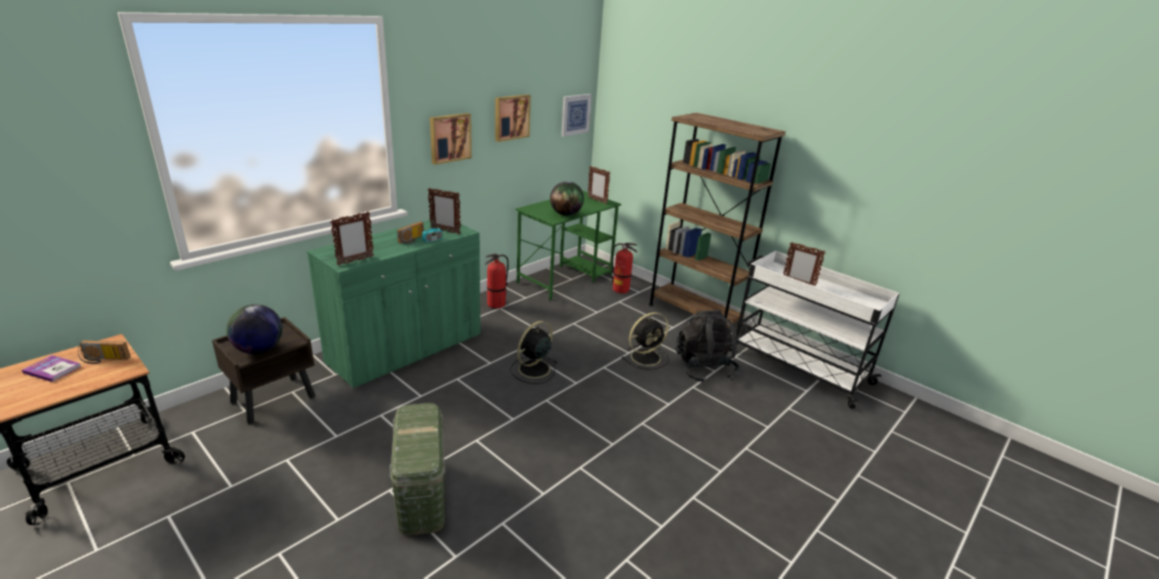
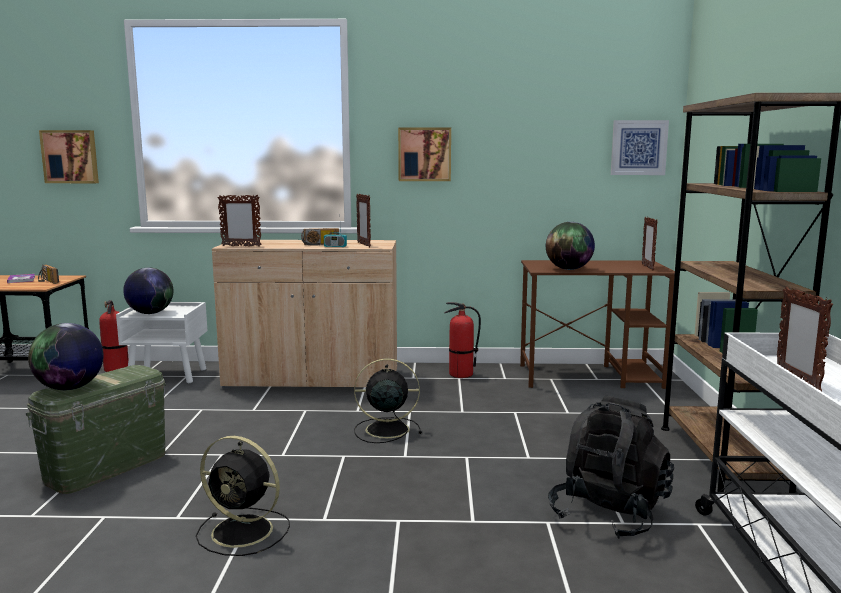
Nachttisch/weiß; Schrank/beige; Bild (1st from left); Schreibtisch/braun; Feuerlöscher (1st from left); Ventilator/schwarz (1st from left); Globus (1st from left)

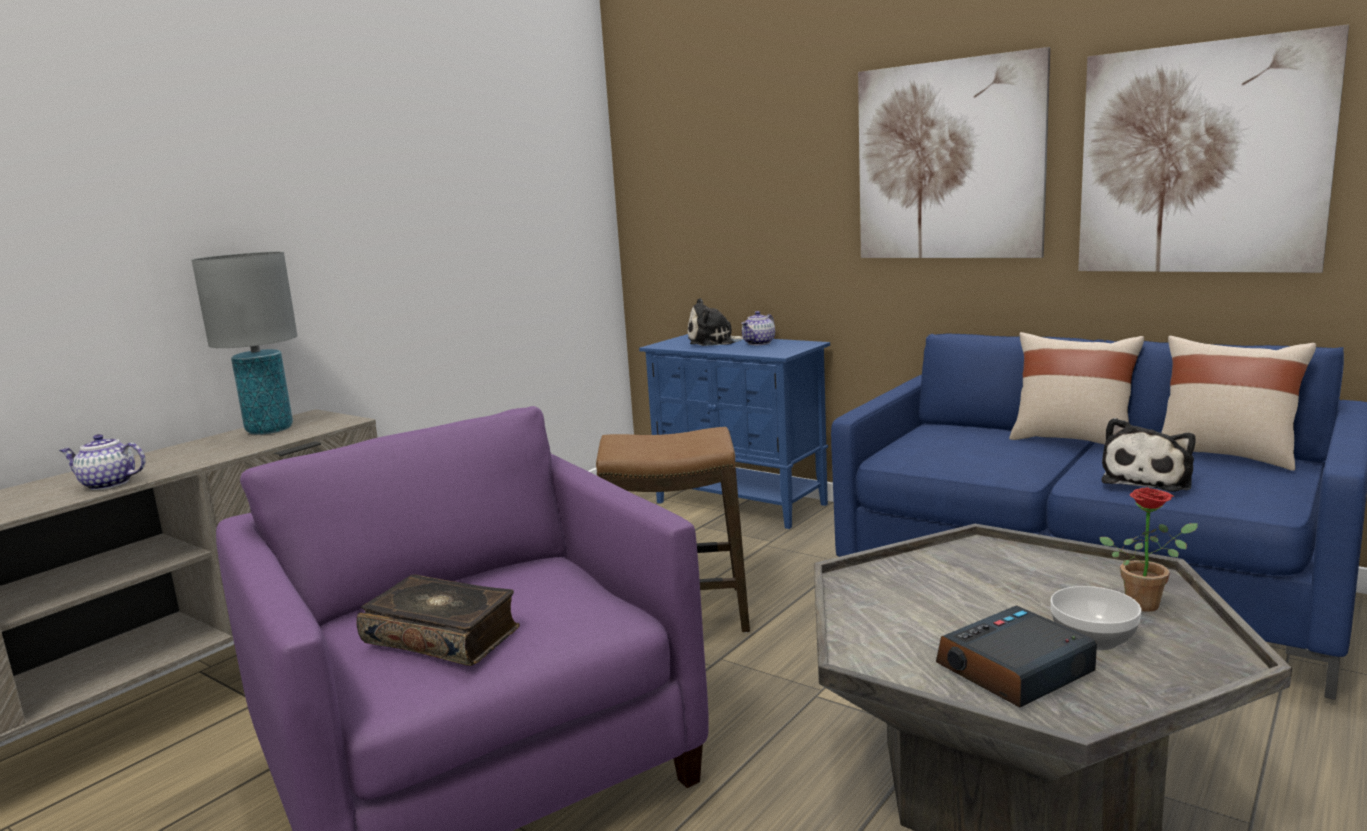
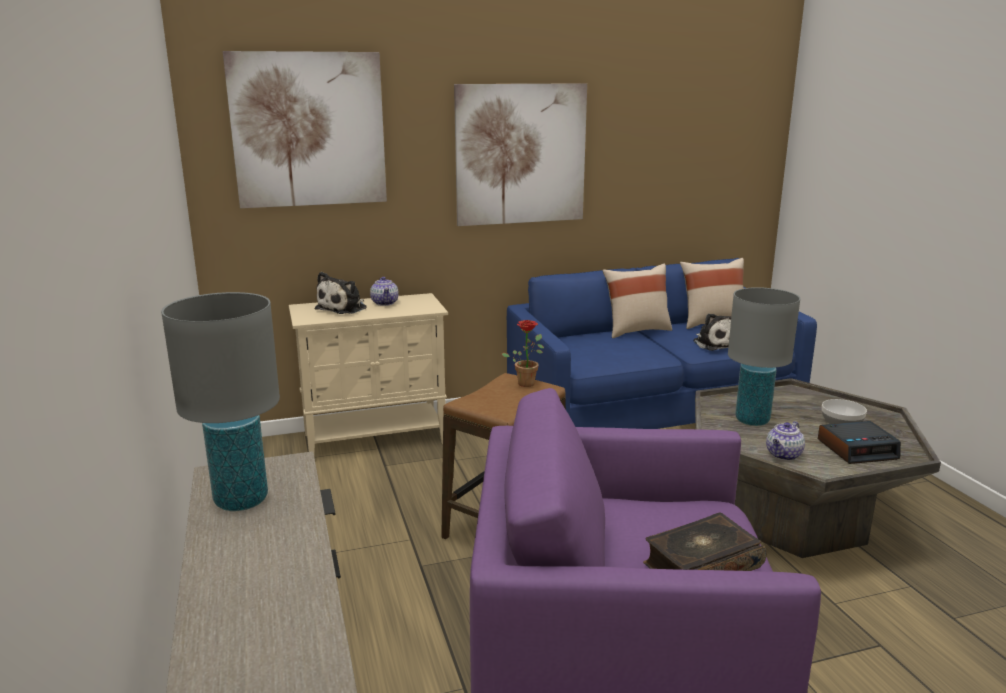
Teekanne (2nd from left); Schrank/beige; Wecker; Bild (1st from left); Topfpflanze; Tischlampe/grau (2nd from left)

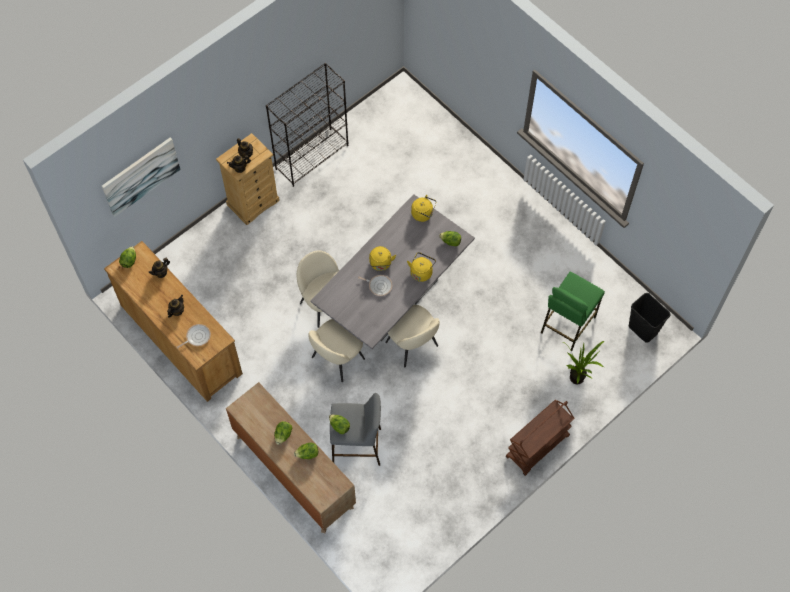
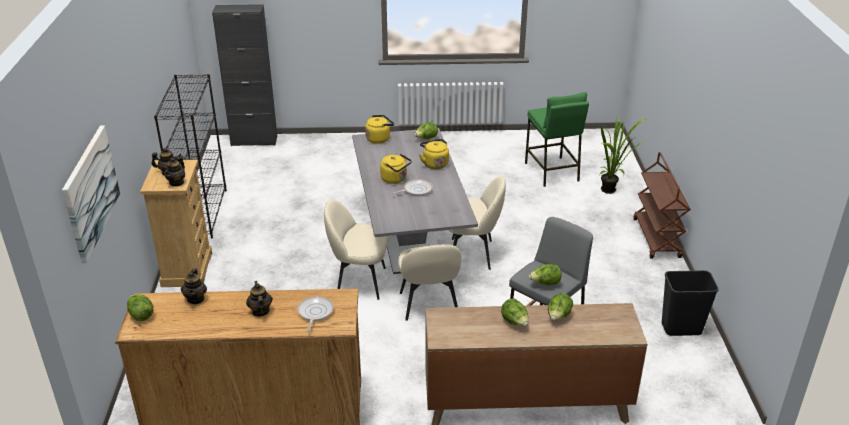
Mülleimer/schwarz; Schrank/schwarz

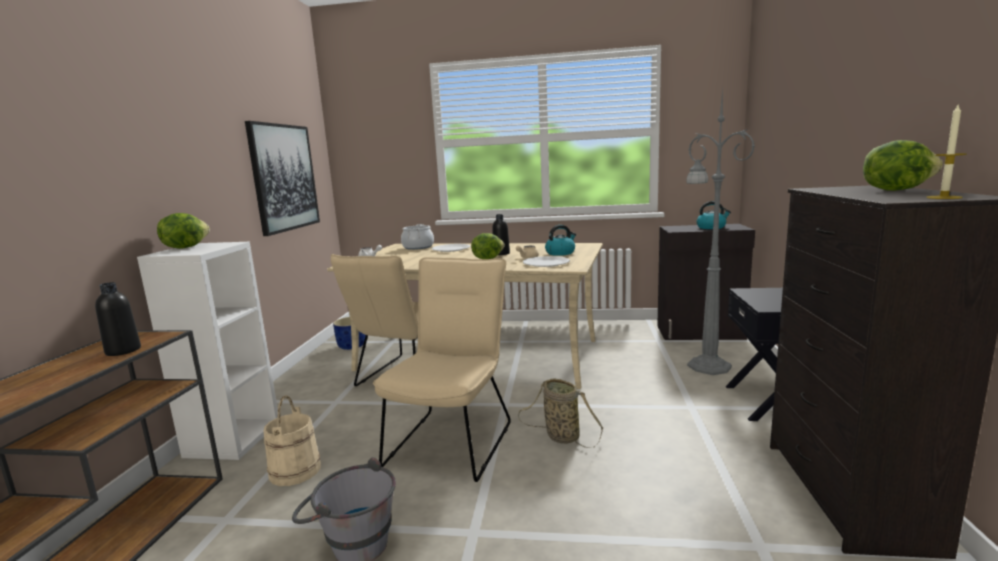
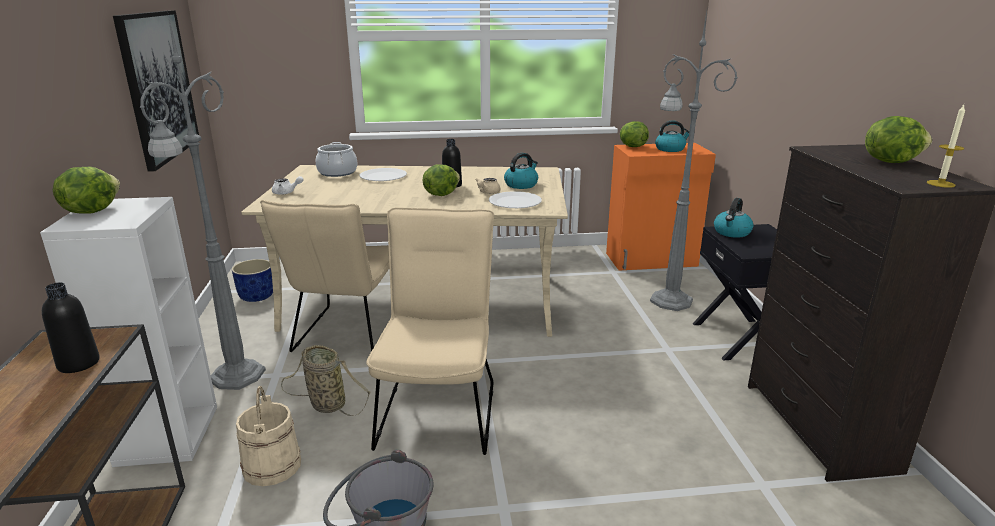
Korb; Schrank/orange; Stehlampe/grau (1st from left); Salatkopf (3rd from left); Wasserkessel (3rd from left)

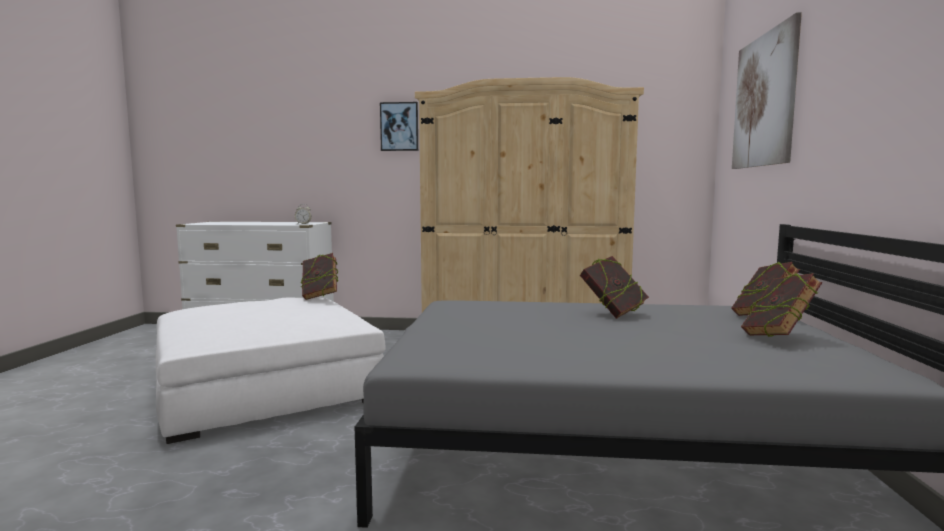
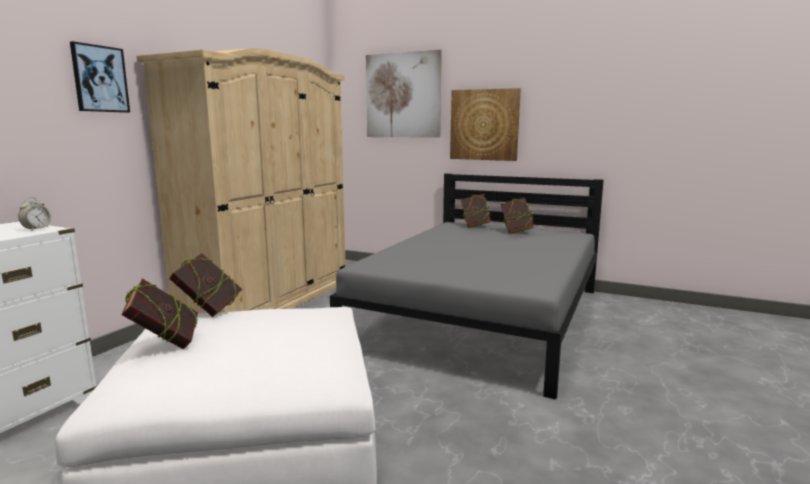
Buch (1st from left); Bild (3rd from left)

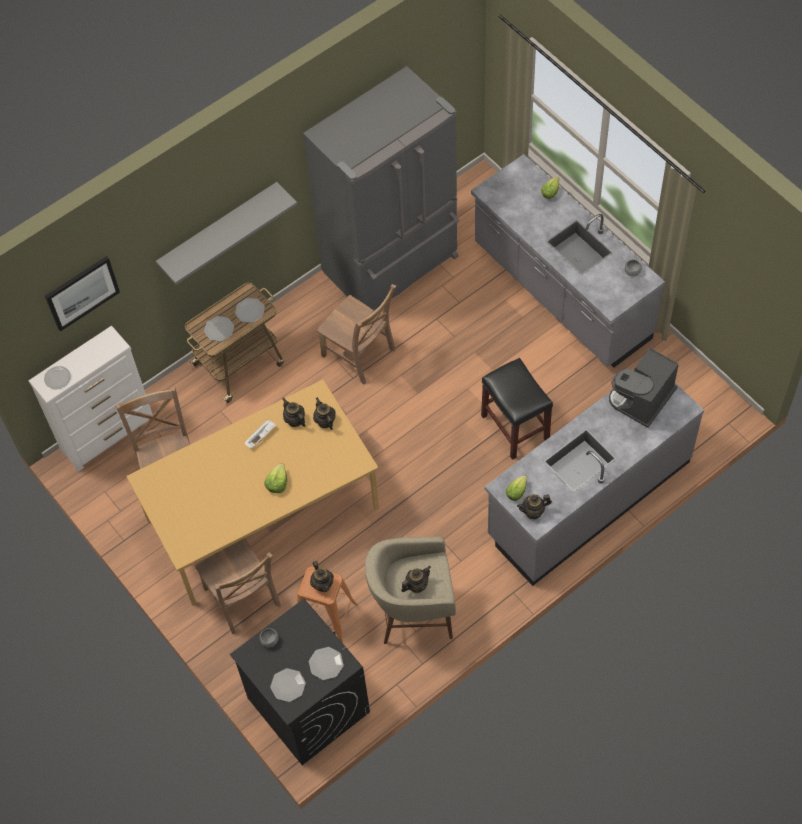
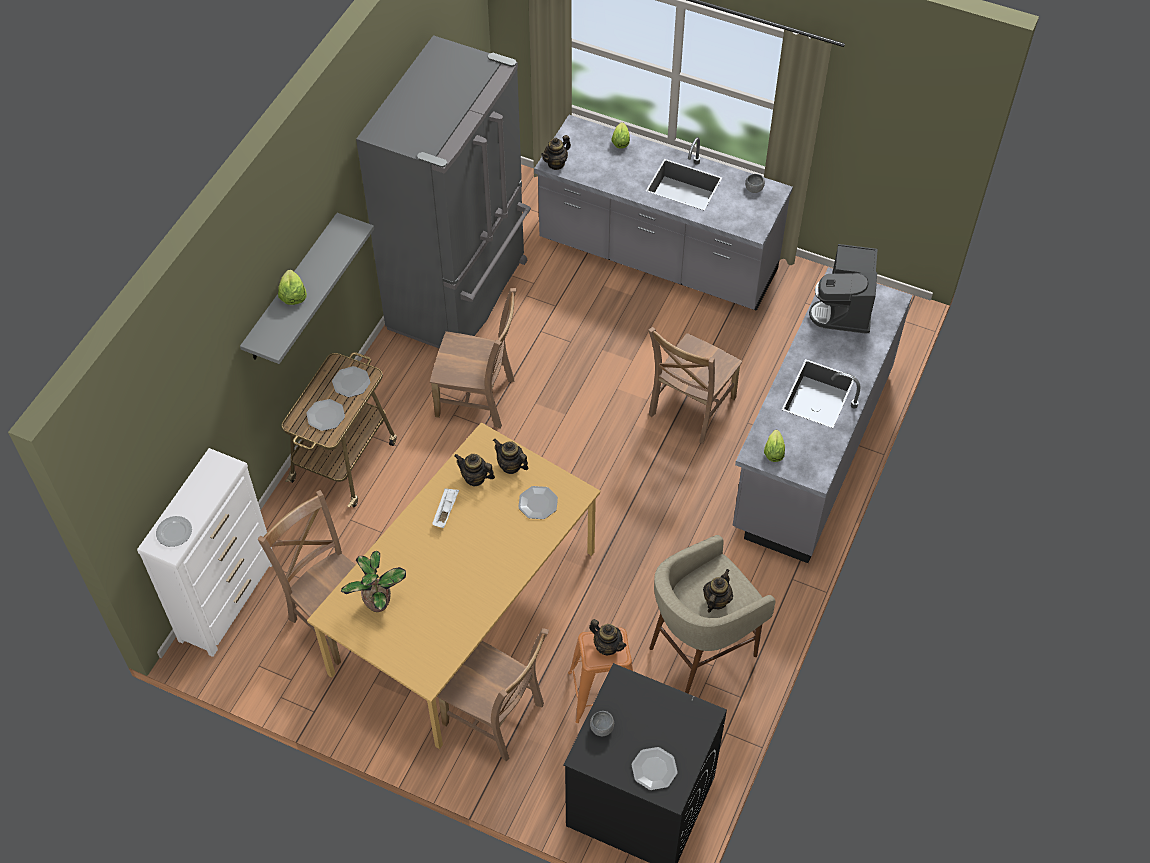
Bild; Salatkopf (1st from left); Teller (4th from left); Stuhl/braun (4th from left); Teekanne (3rd from left); Topfpflanze

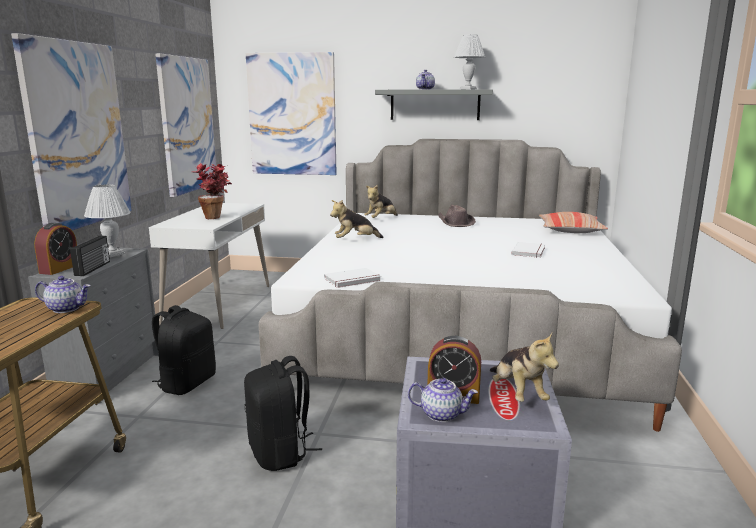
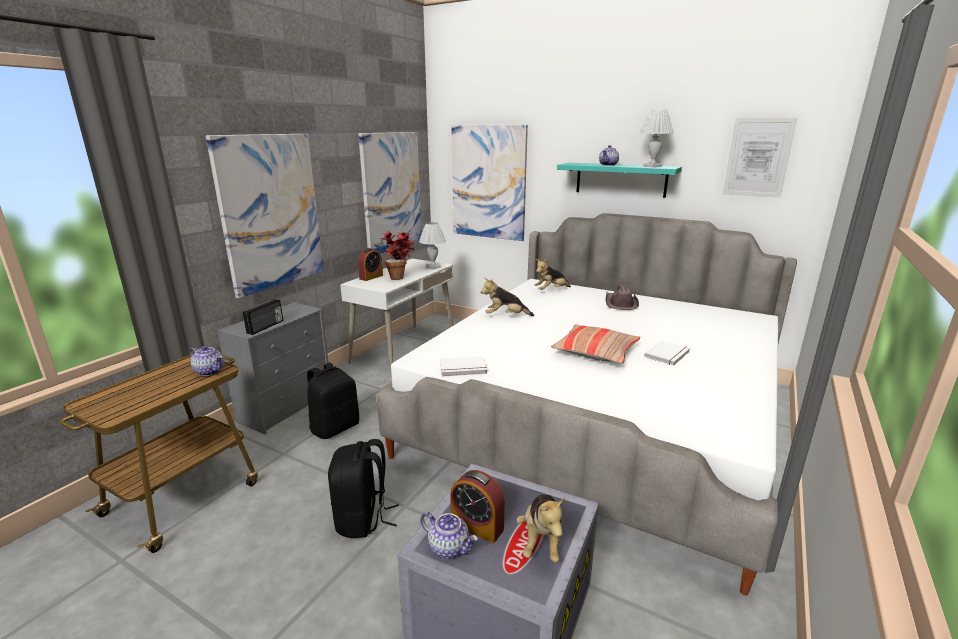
Wecker (1st from left); Tischlampe/weiß (1st from left); Wandregal/türkis; Kissen; Bild (4th from left)

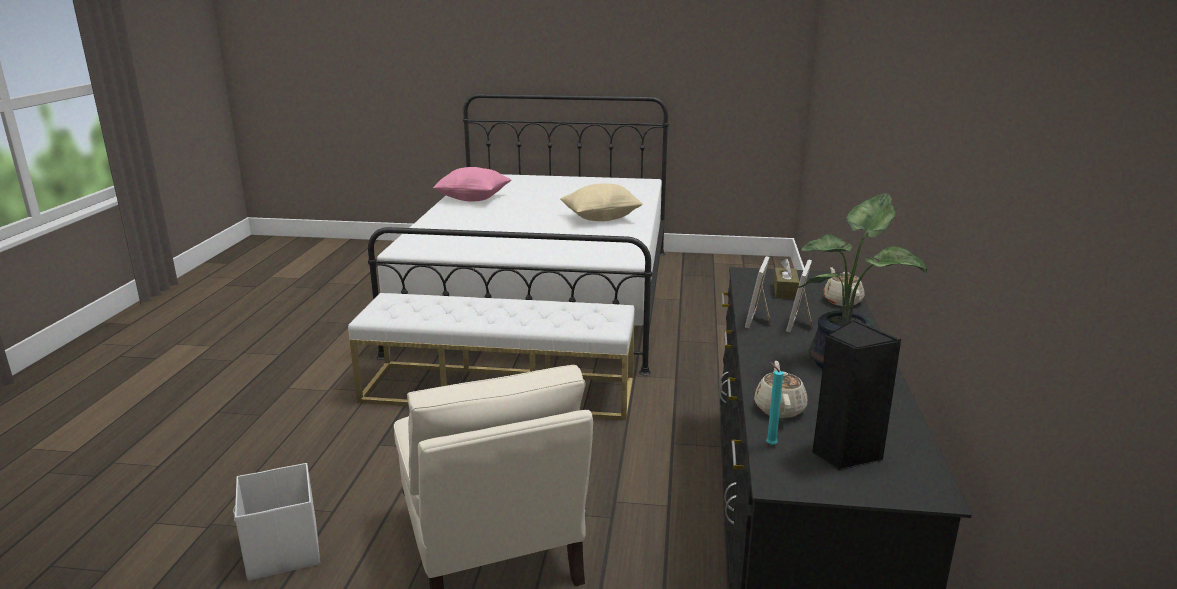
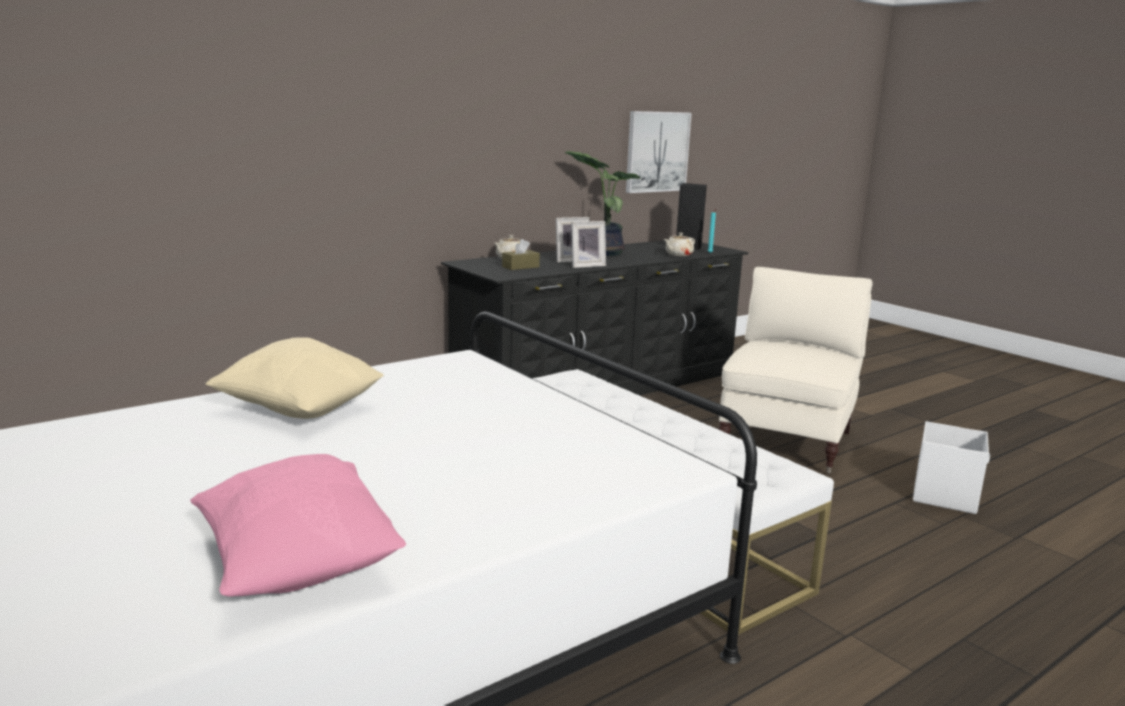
Bild

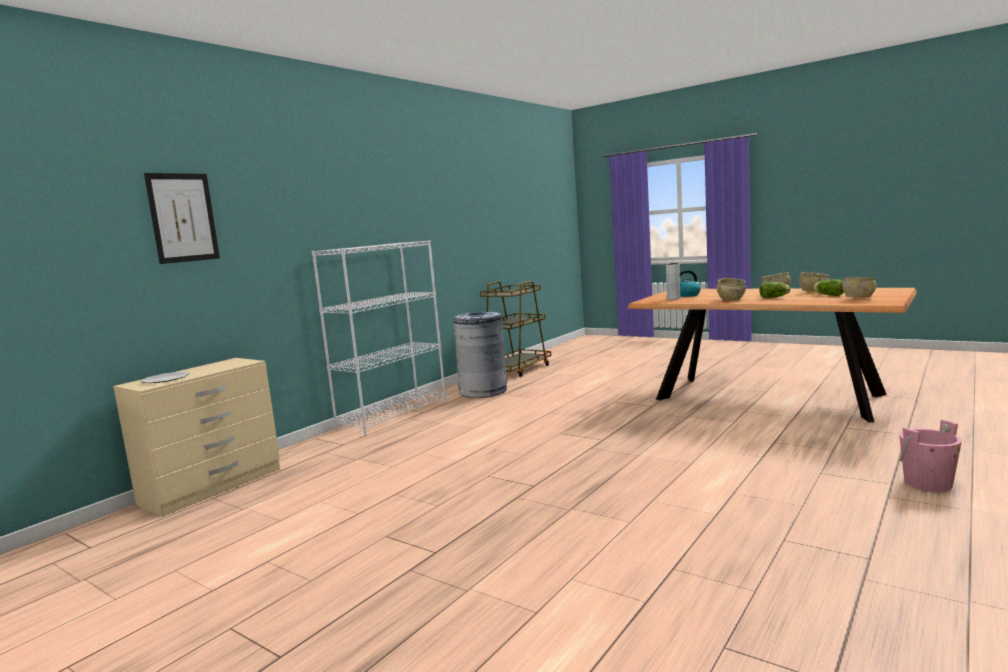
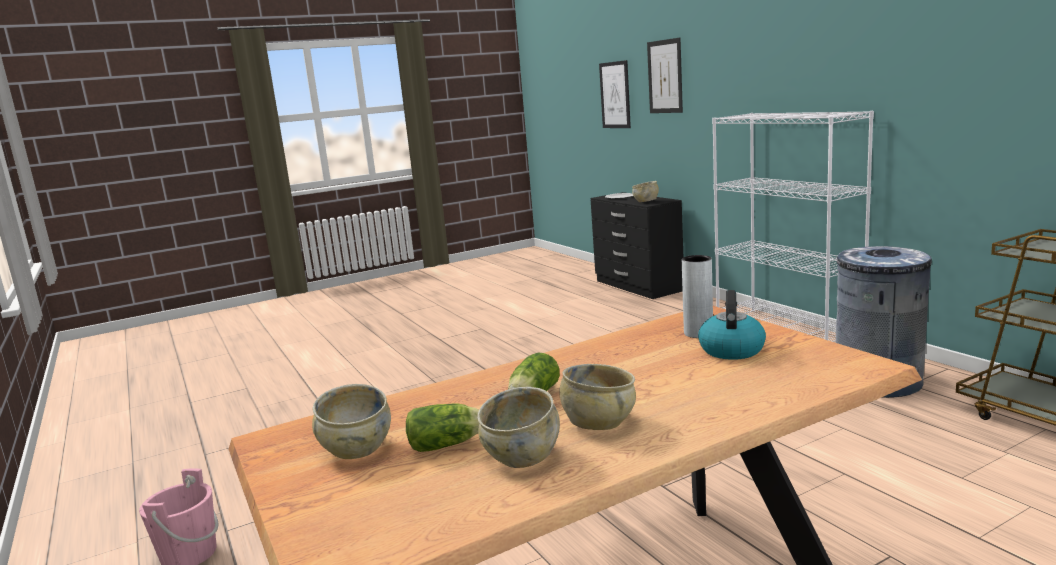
Kommode/schwarz; Schüssel/beige (4th from left); Bild (1st from left)

